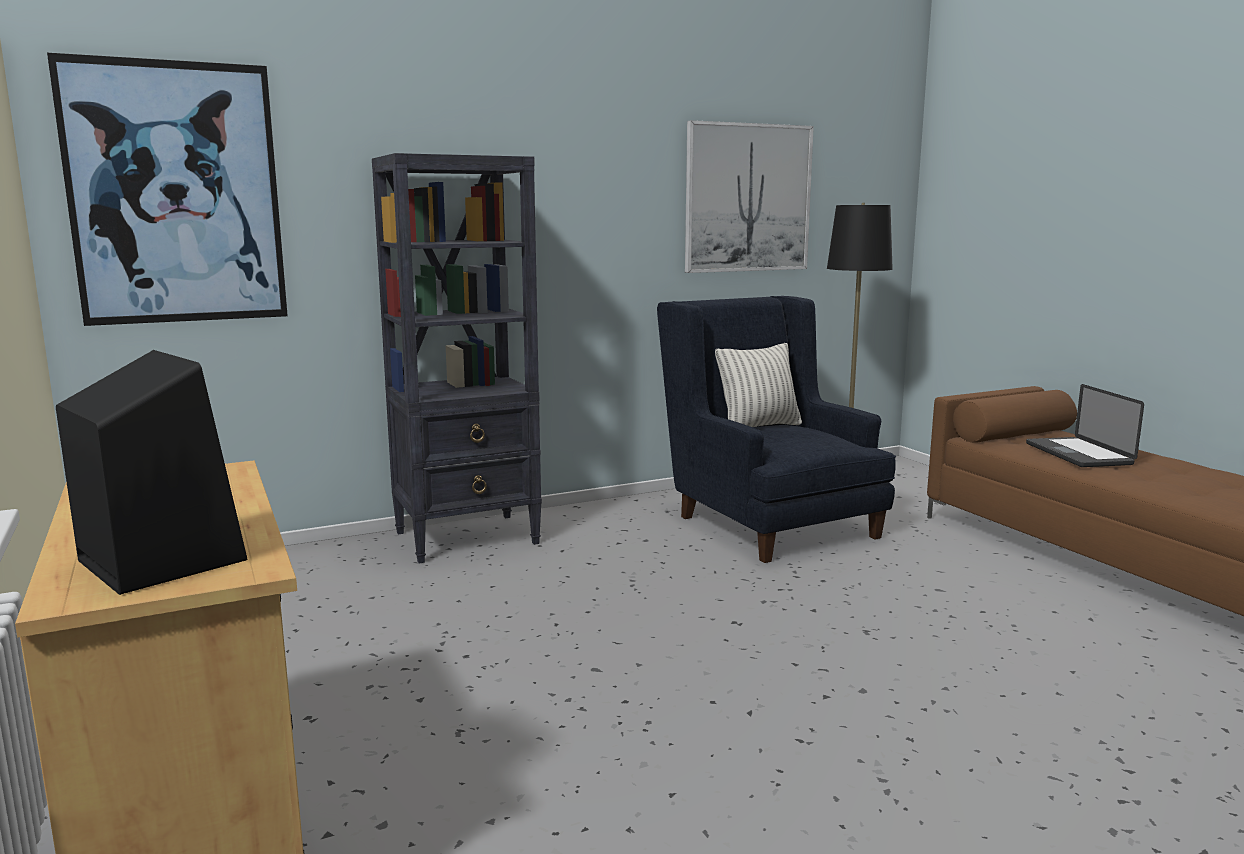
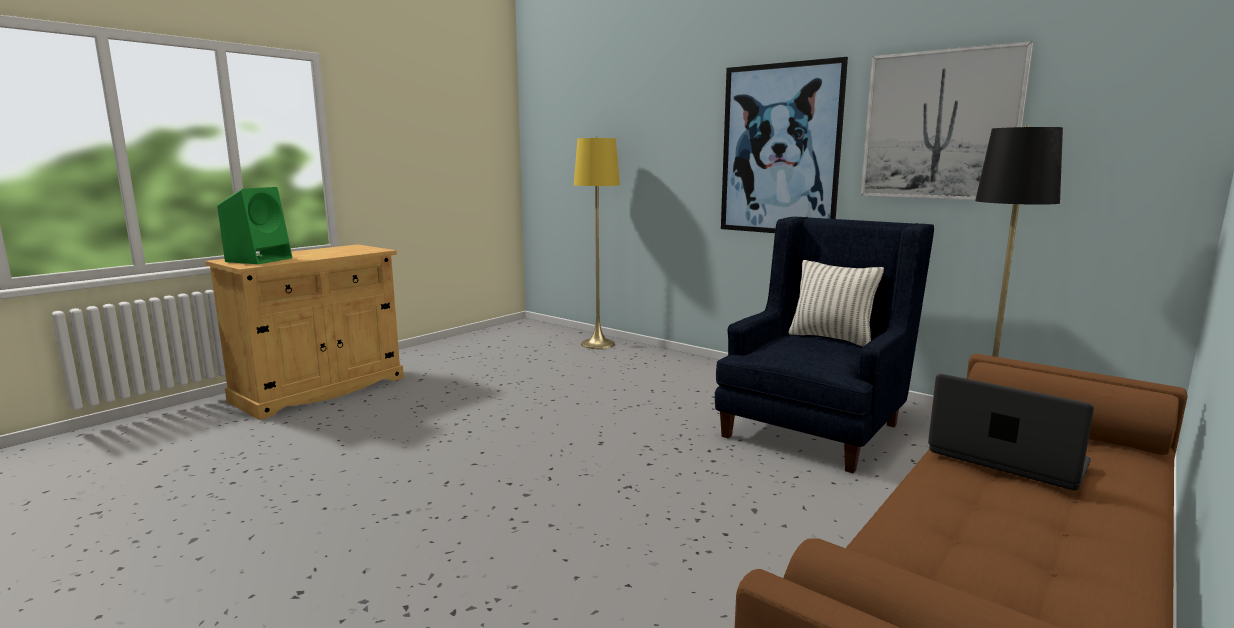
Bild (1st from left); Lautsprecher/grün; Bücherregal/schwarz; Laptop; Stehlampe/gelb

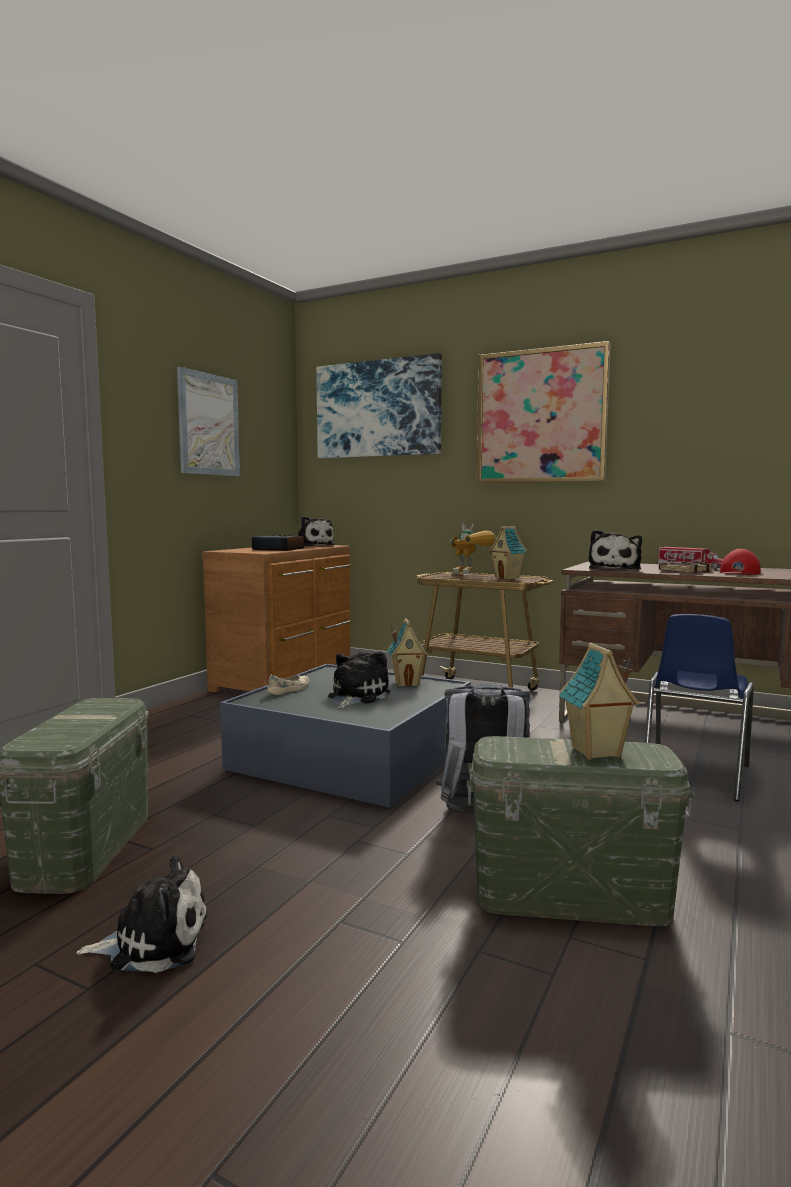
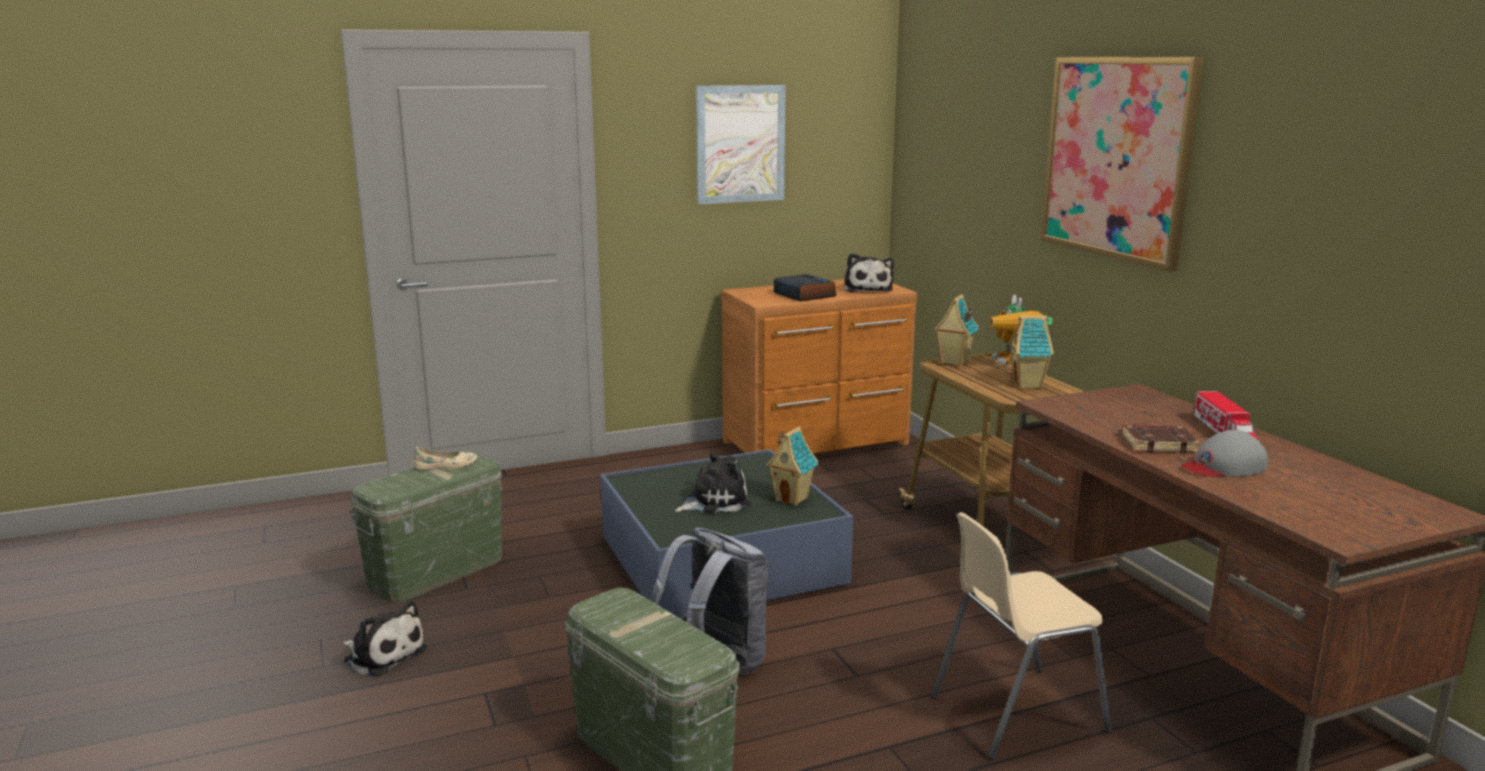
Schuh/beige; Bild (2nd from left in the first image); Spielzeughaus (2nd from left); Plüschtier (4th from left in the first image); Stuhl/beige; Kappe/grau

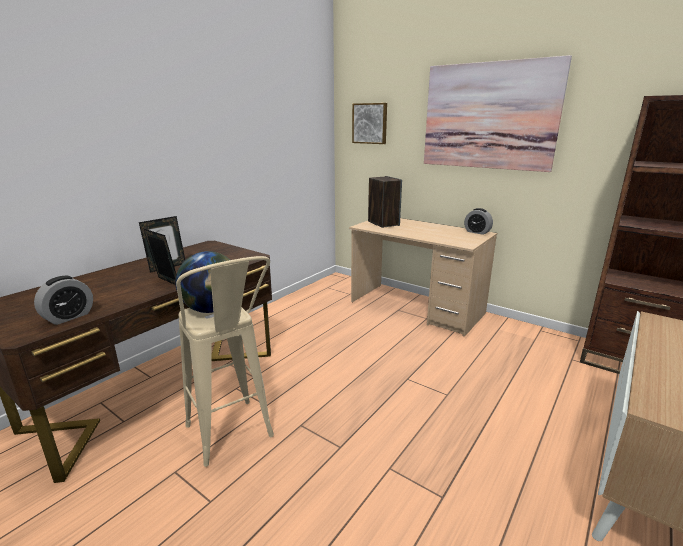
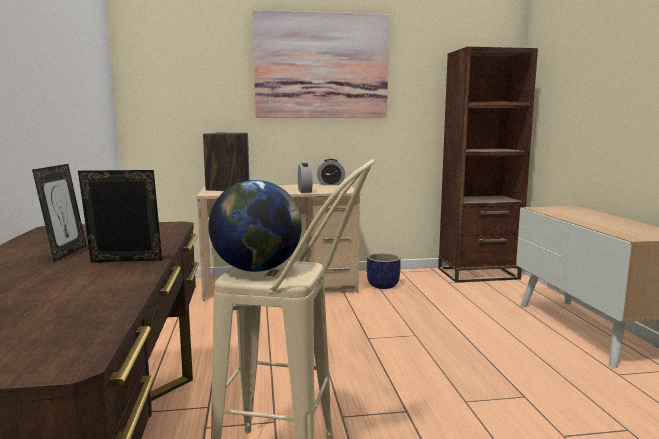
Wecker (1st from left); Bild (1st from left in the first image); Pflanzkübel

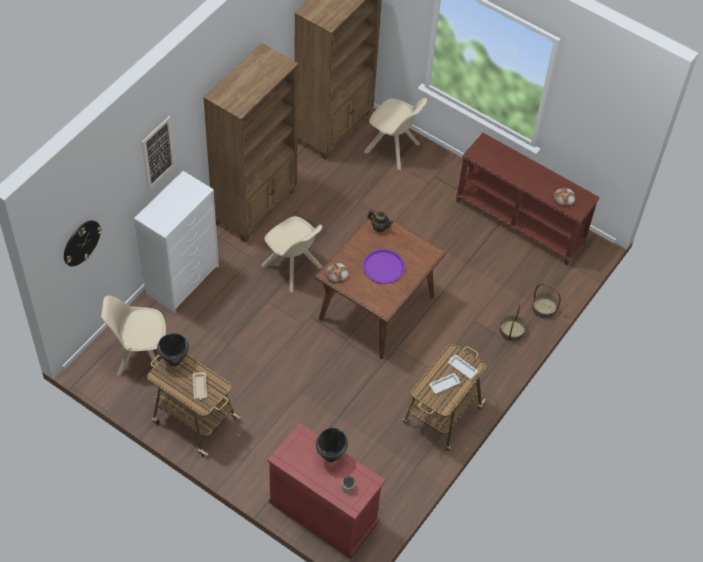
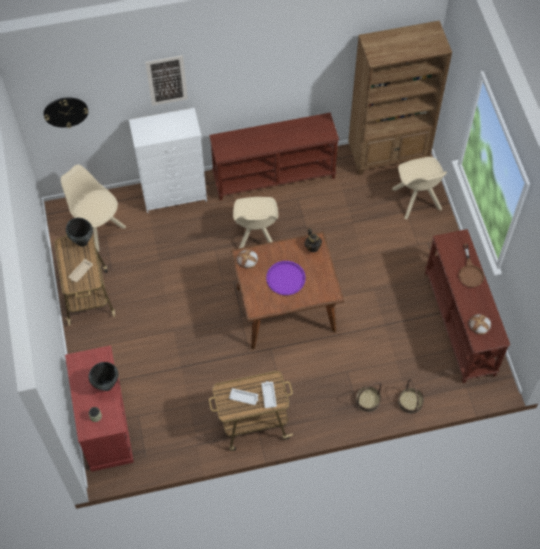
Konsolentisch/braun (1st from left); Pfanne/braun

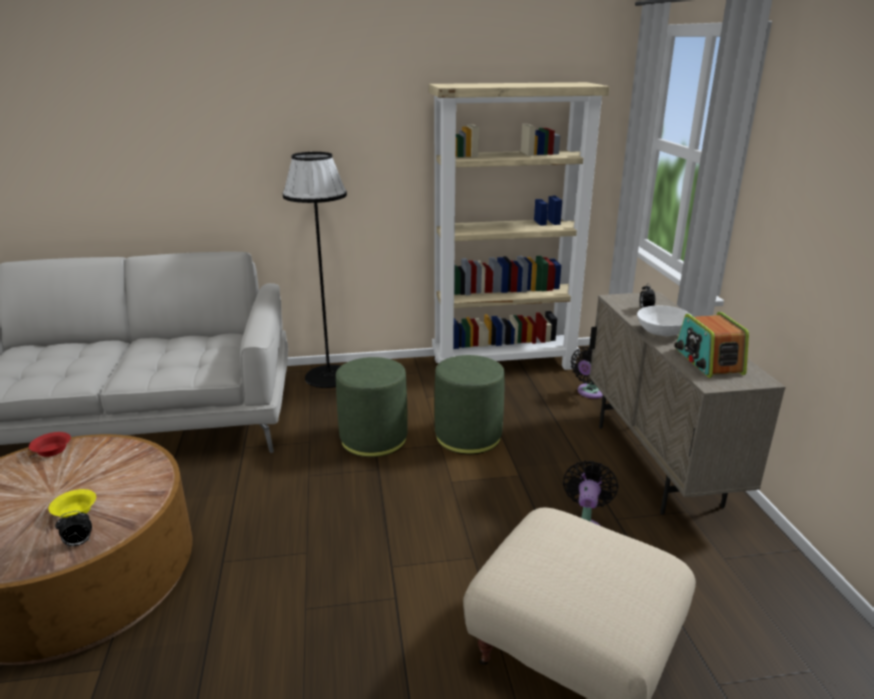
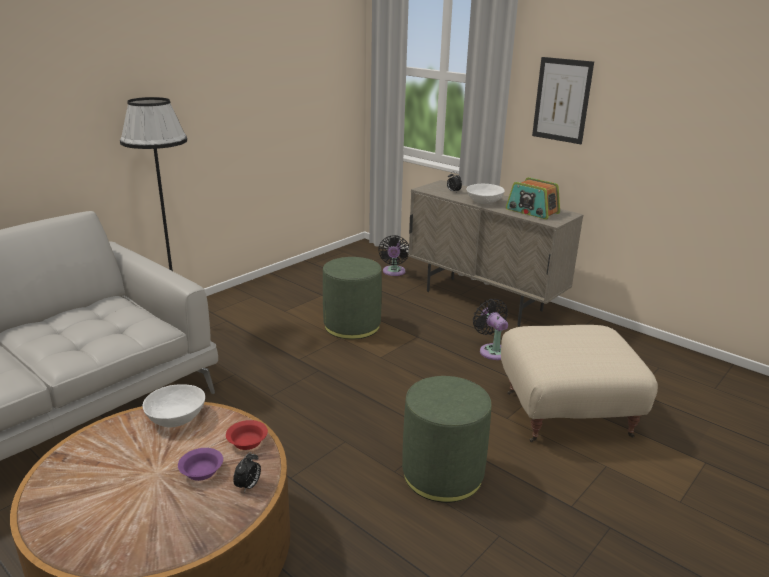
Schüssel/rot; Schüssel/lila; Polsterhocker/grün (2nd from left); Bücherregal/beige; Schüssel/weiß (1st from left); Bild

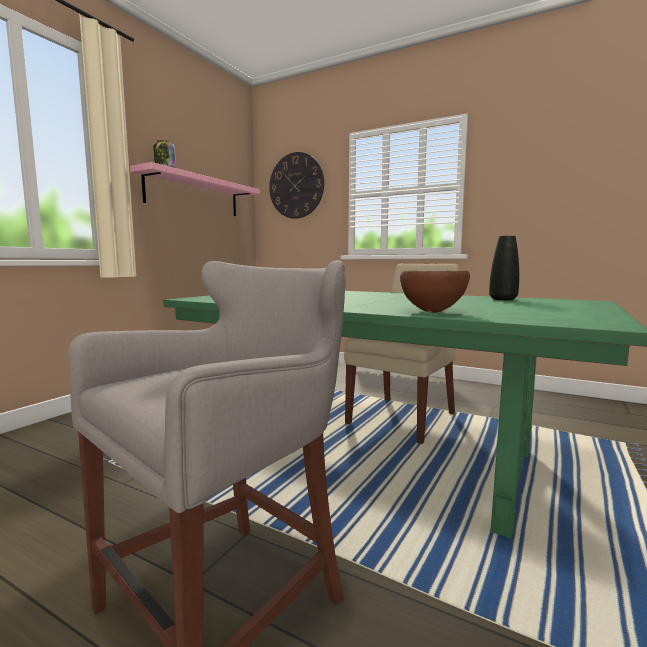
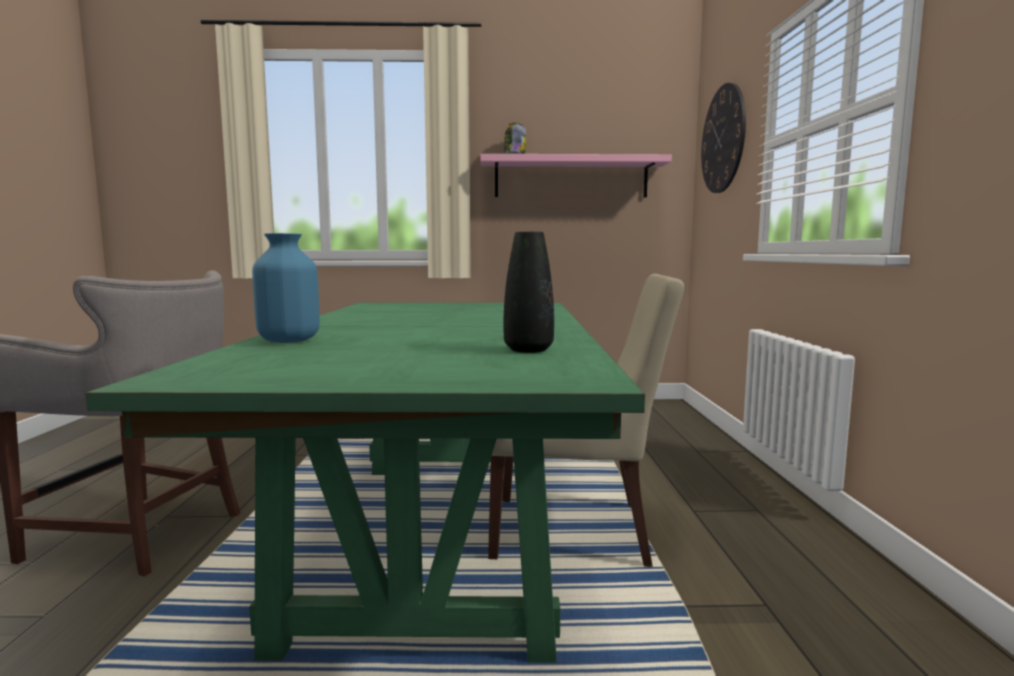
Vase/blau

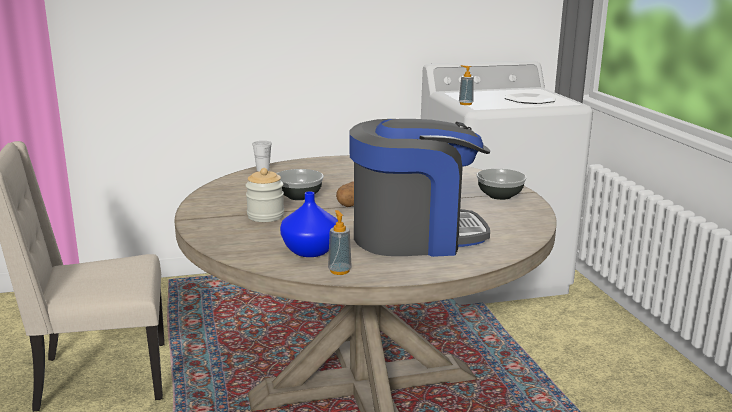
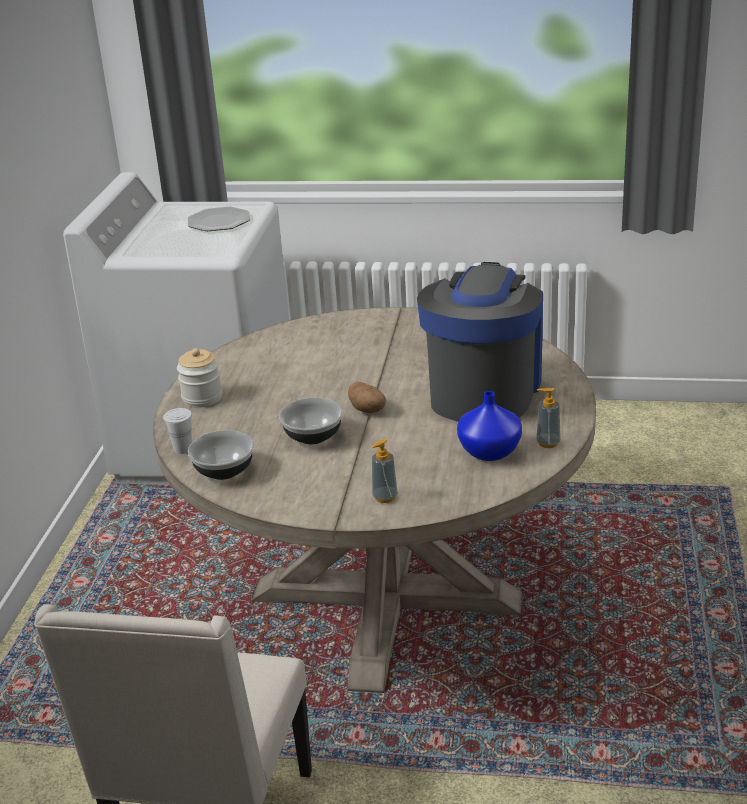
Vorratsglas; Seifenspender (1st from left); Schüssel (1st from left)

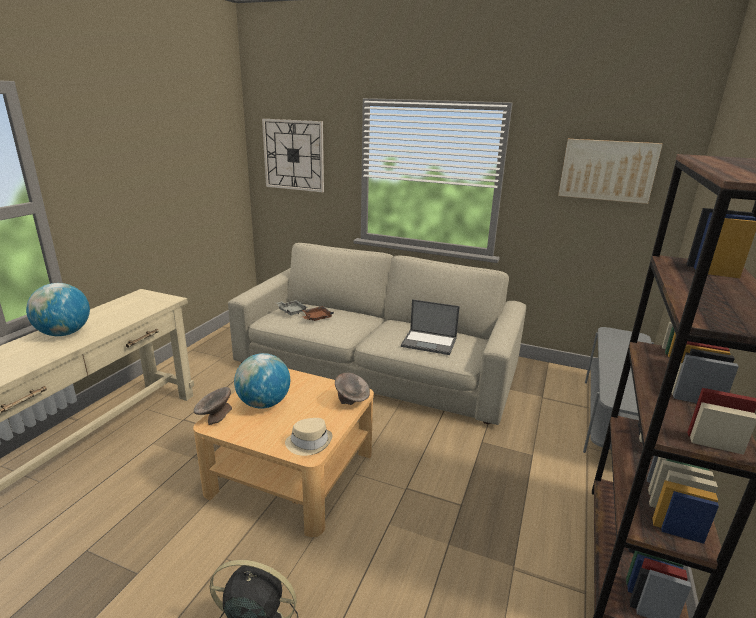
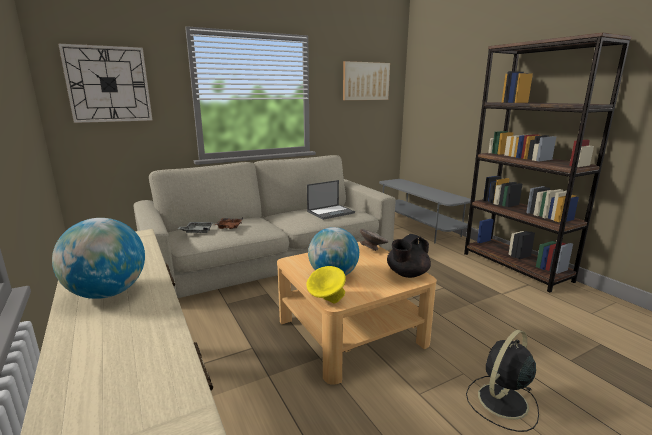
Schüssel/gelb; Teekanne/schwarz

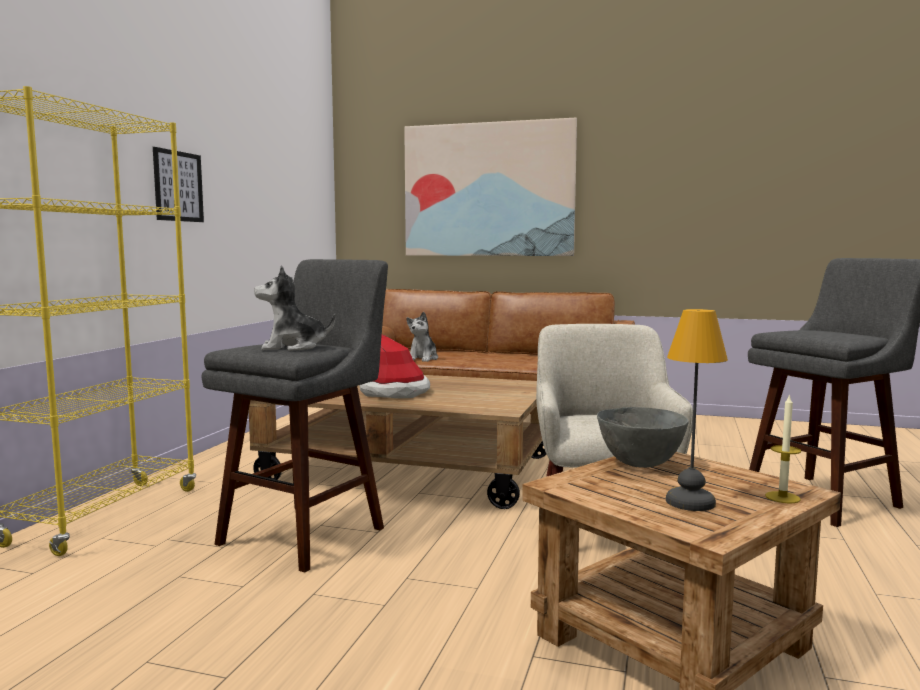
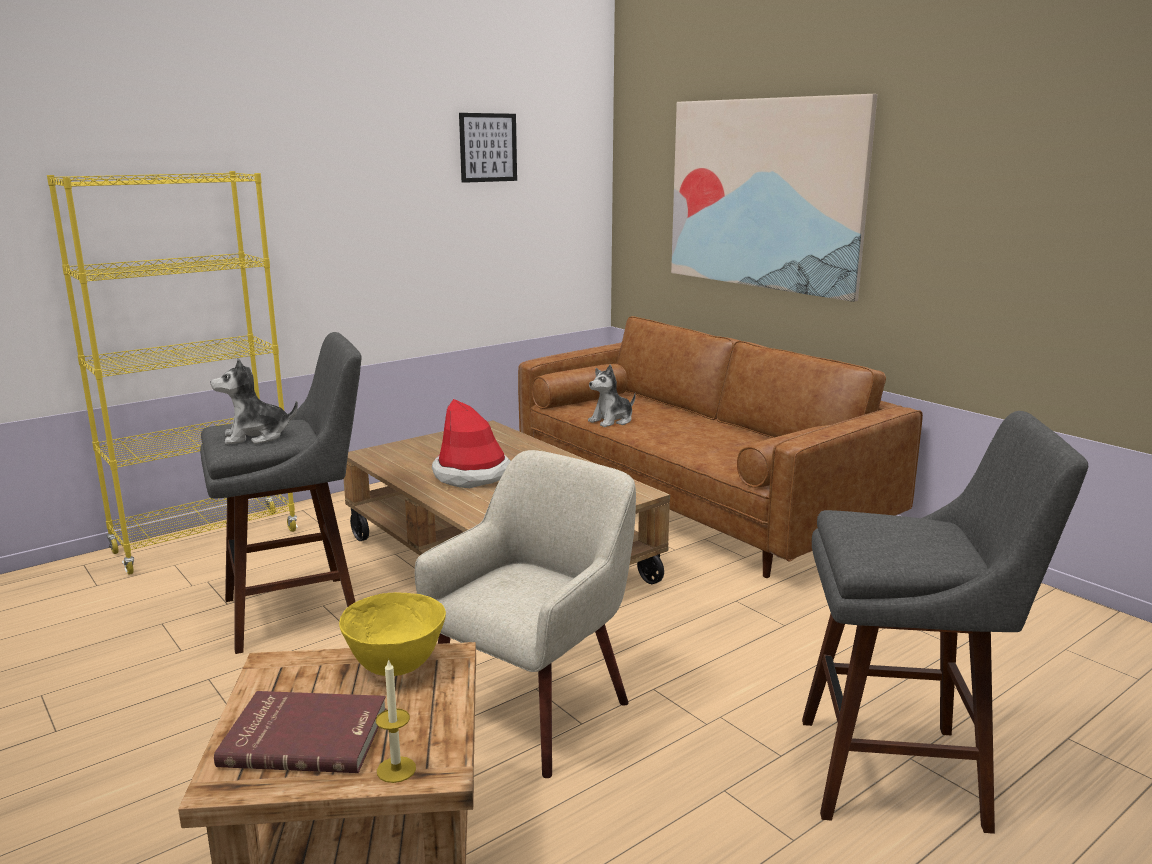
Bild (1st from left); Plüschtier (1st from left); Schüssel/gelb; Buch/rot

